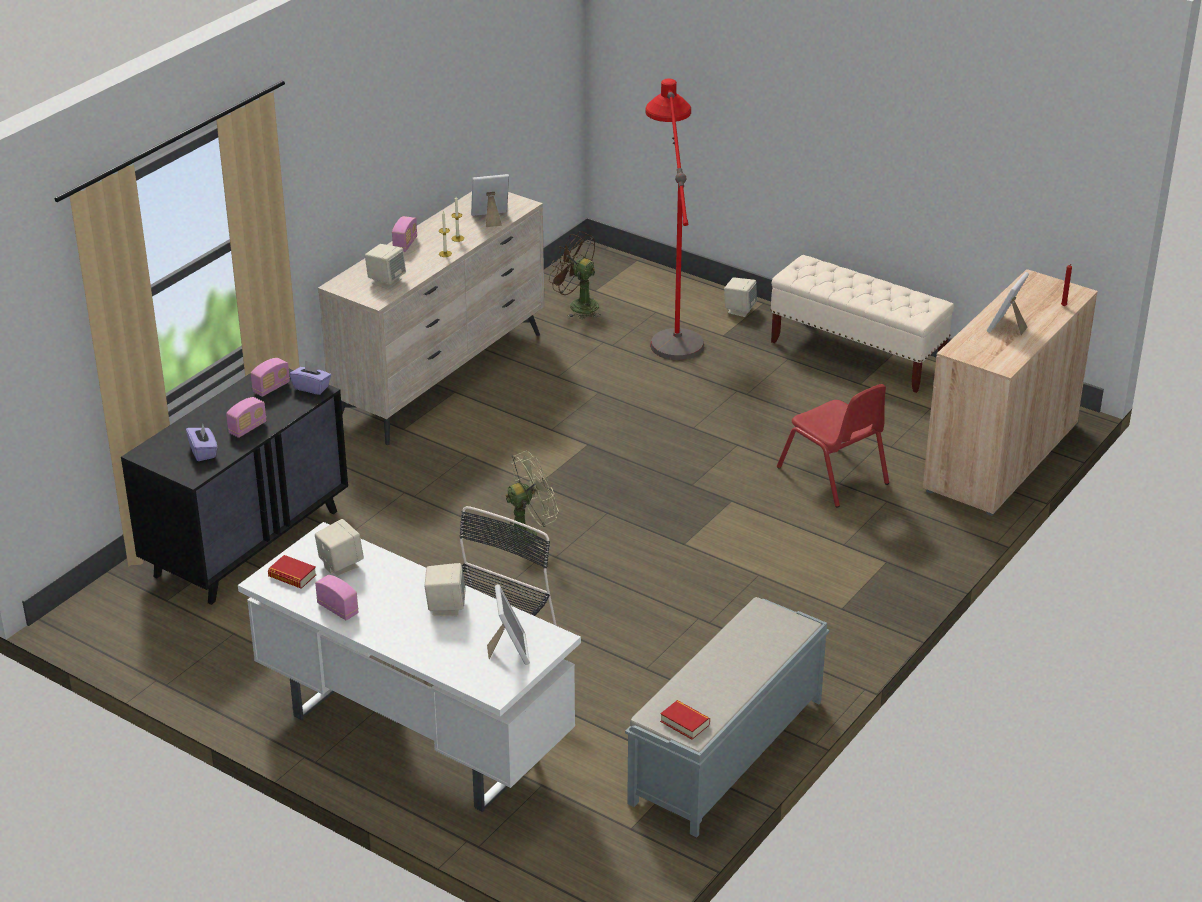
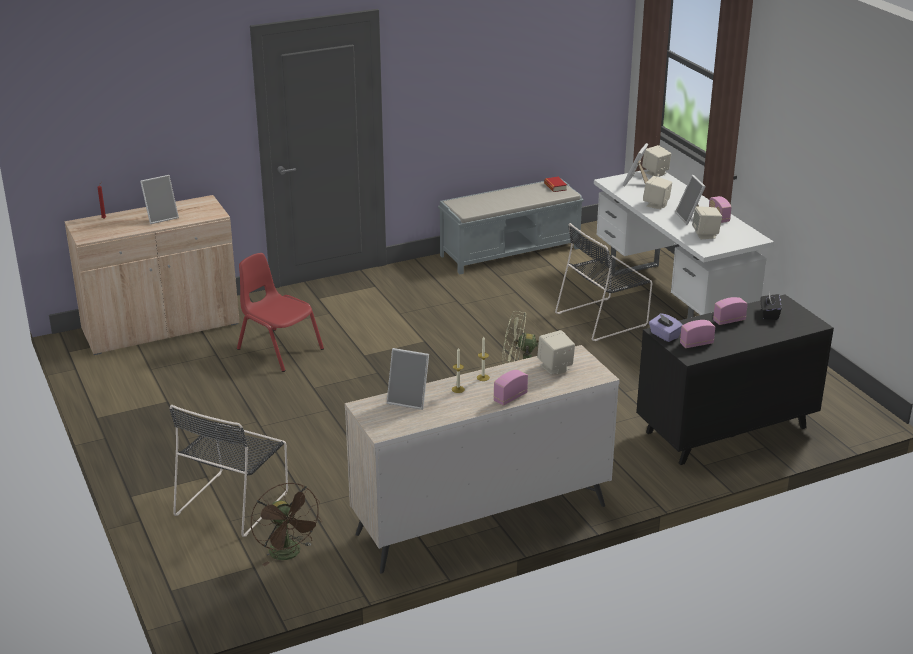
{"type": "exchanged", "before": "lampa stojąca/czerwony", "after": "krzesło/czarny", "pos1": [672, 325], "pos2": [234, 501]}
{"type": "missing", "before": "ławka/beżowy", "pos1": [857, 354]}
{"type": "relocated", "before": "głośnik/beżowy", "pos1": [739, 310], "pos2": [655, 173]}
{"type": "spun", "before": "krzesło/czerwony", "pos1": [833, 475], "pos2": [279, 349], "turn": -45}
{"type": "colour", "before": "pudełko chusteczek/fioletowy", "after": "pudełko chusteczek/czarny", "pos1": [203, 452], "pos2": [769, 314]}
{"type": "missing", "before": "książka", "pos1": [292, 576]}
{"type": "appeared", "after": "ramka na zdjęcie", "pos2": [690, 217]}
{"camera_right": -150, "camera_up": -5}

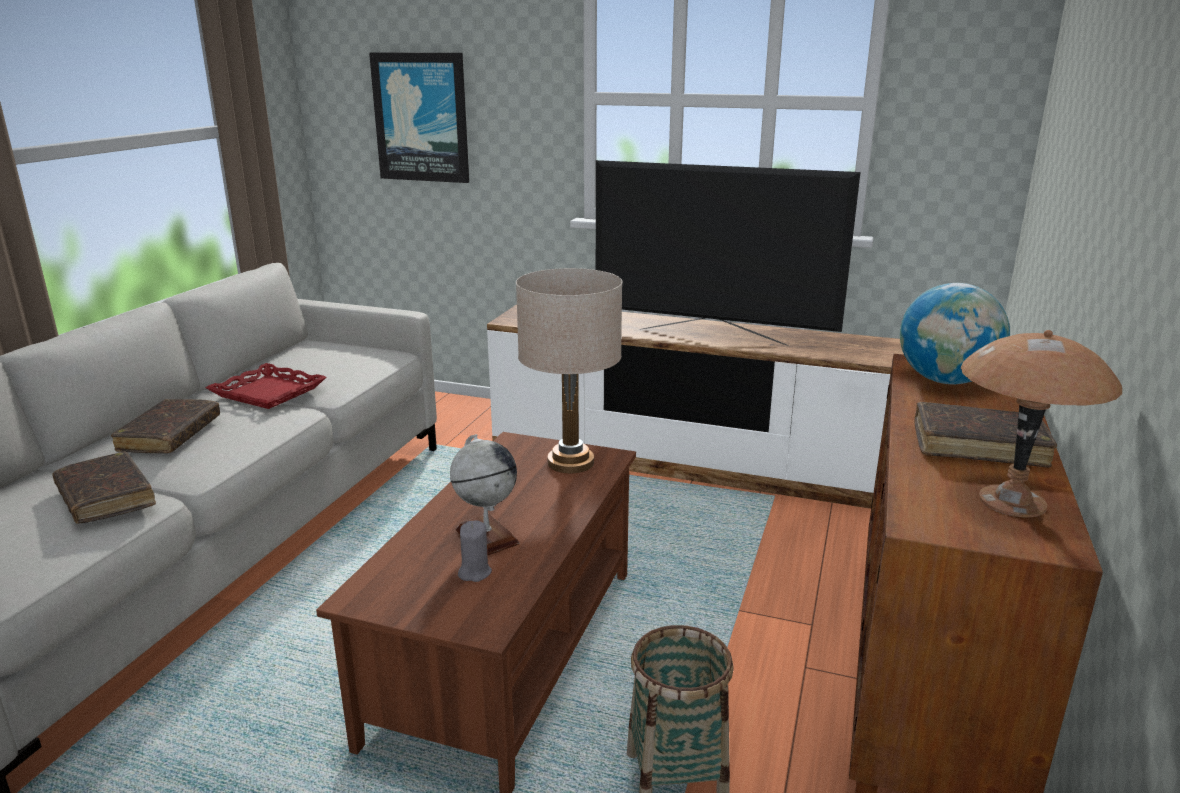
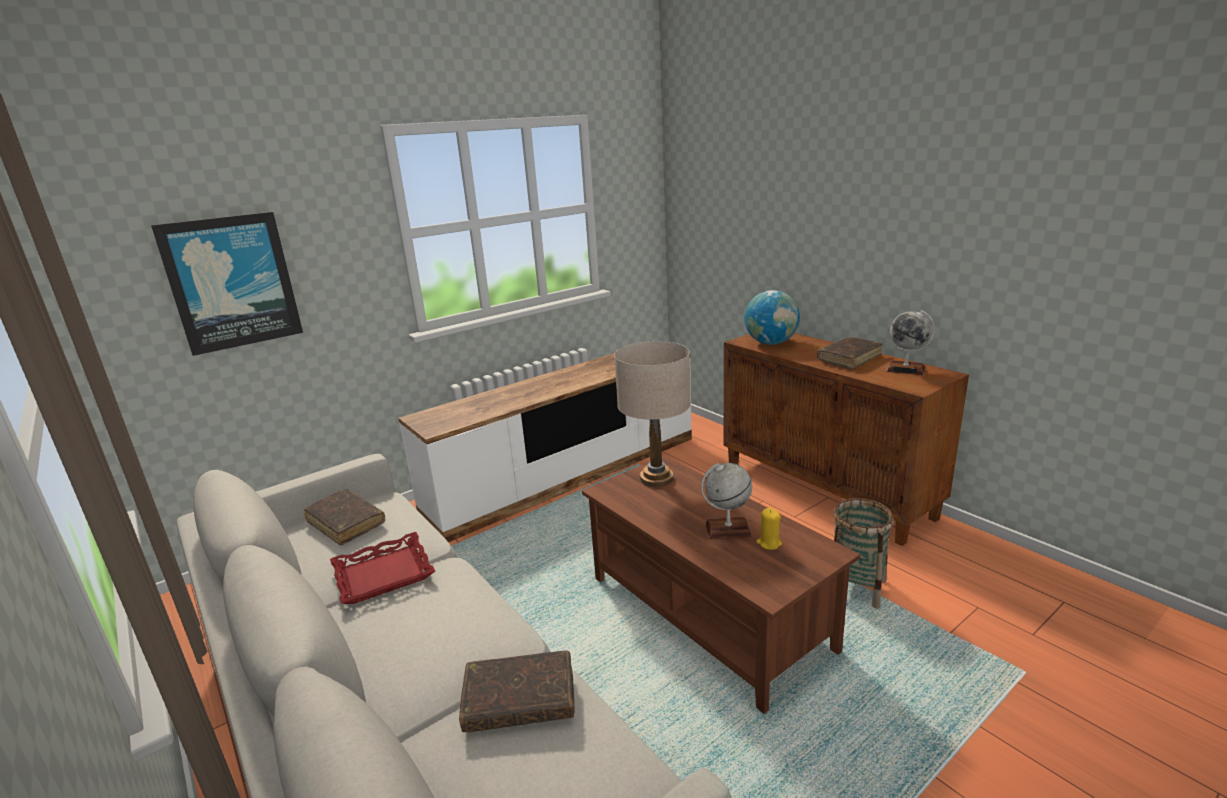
{"type": "missing", "before": "telewizor", "pos1": [712, 336]}
{"type": "exchanged", "before": "lampa stołowa/brązowy", "after": "globus", "pos1": [1011, 502], "pos2": [906, 369]}
{"type": "relocated", "before": "książka/brązowy", "pos1": [170, 435], "pos2": [346, 523]}
{"type": "colour", "before": "świeca/szary", "after": "świeca/żółty", "pos1": [474, 572], "pos2": [769, 543]}
{"camera_right": -55, "camera_up": 0}

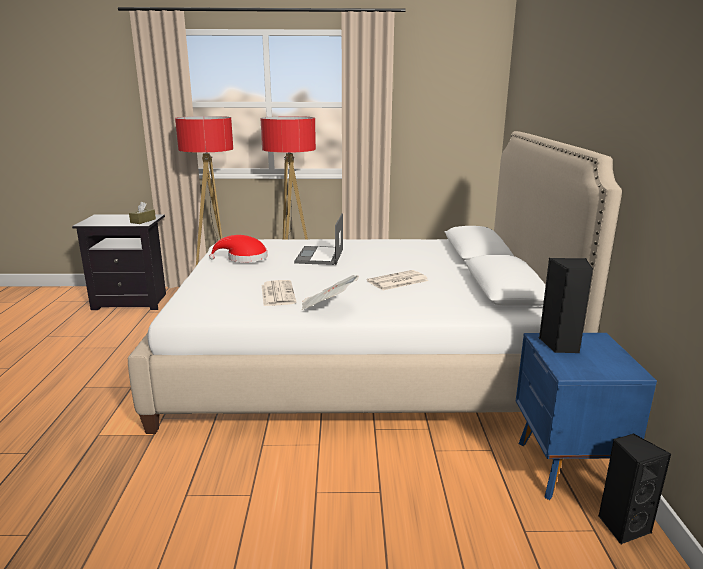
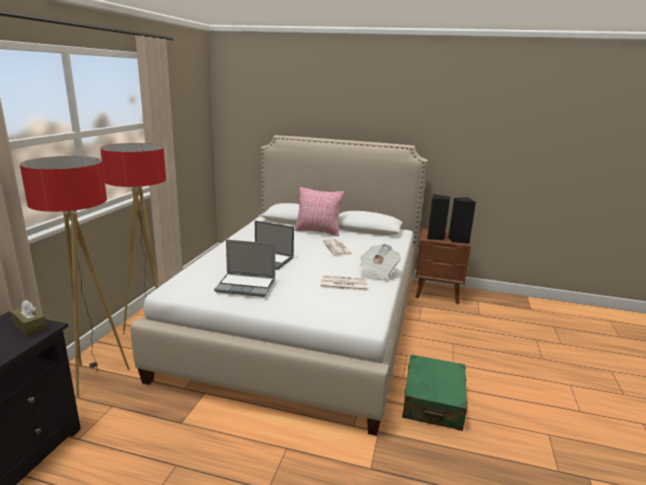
{"type": "exchanged", "before": "kapelusz/czerwony", "after": "laptop", "pos1": [244, 258], "pos2": [246, 286]}
{"type": "colour", "before": "szafka nocna/niebieski", "after": "szafka nocna/brązowy", "pos1": [567, 469], "pos2": [438, 293]}
{"type": "relocated", "before": "głośnik/czarny", "pos1": [622, 526], "pos2": [458, 240]}
{"type": "appeared", "after": "poduszka/różowy", "pos2": [318, 231]}
{"type": "appeared", "after": "walizka/zielony", "pos2": [433, 401]}
{"camera_right": -75, "camera_up": 0}

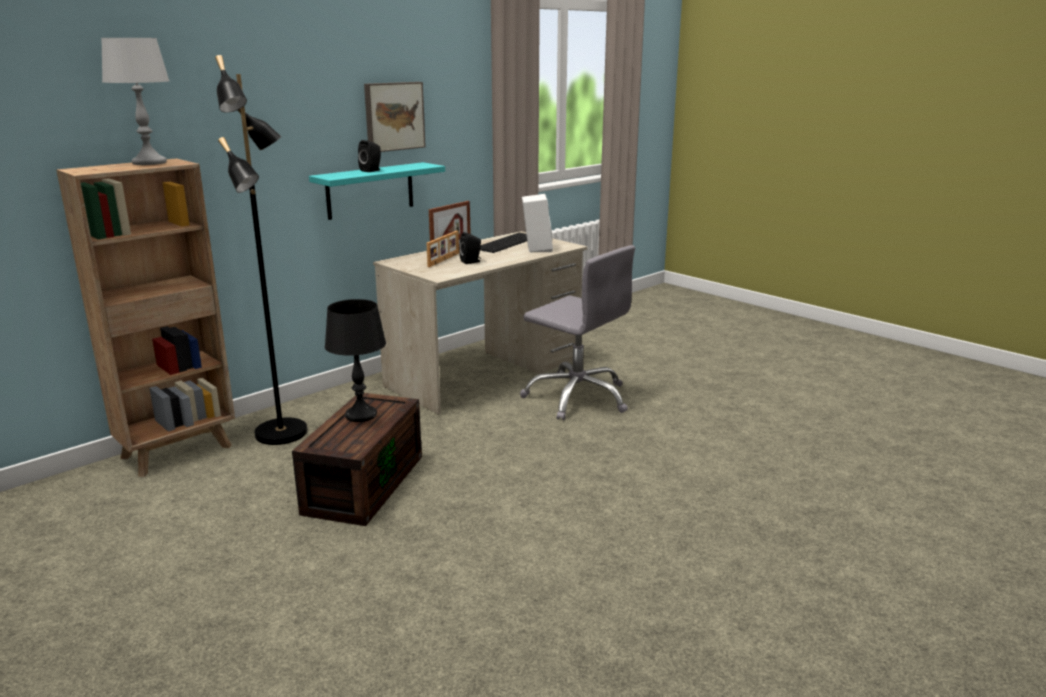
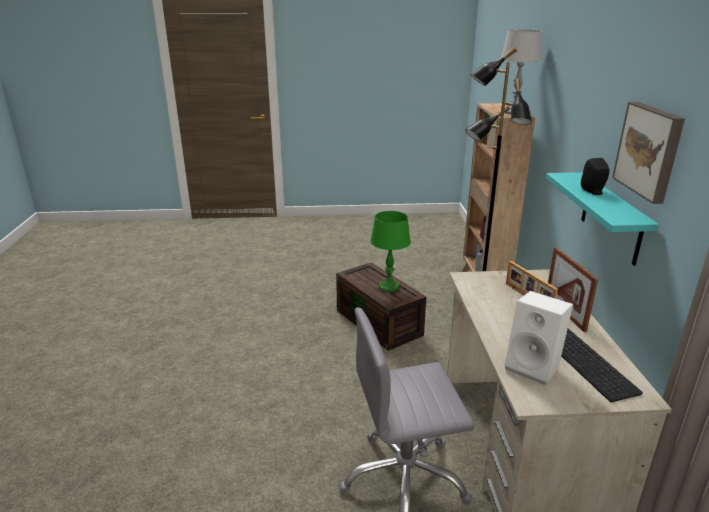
{"type": "missing", "before": "głośnik/czarny", "pos1": [471, 262]}
{"type": "colour", "before": "lampa stołowa/czarny", "after": "lampa stołowa/zielony", "pos1": [361, 415], "pos2": [388, 287]}
{"camera_right": 130, "camera_up": 5}

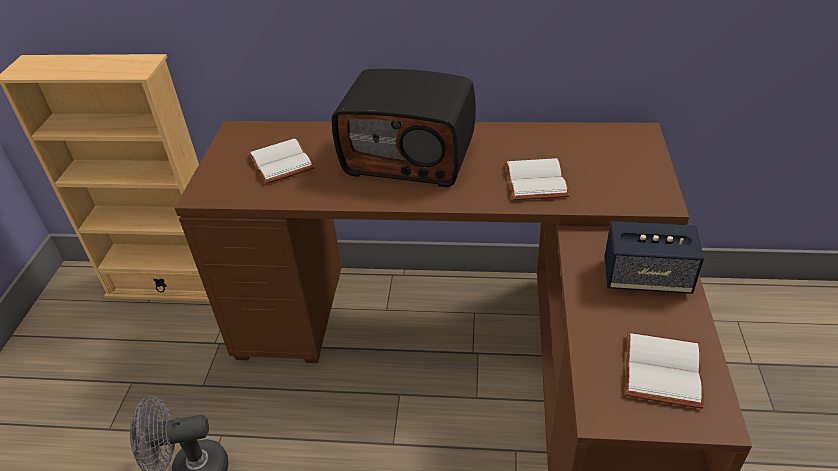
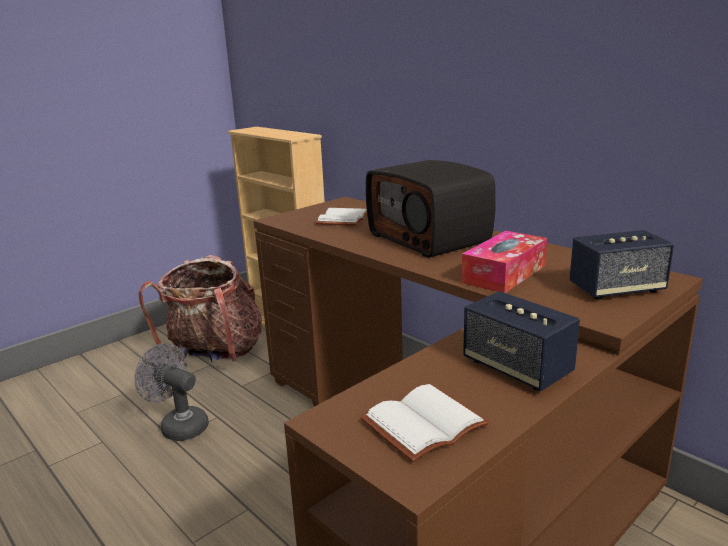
{"type": "exchanged", "before": "książka/biały", "after": "pudełko chusteczek", "pos1": [533, 180], "pos2": [504, 274]}
{"type": "appeared", "after": "głośnik", "pos2": [616, 289]}
{"type": "appeared", "after": "plecak", "pos2": [215, 354]}
{"camera_right": 40, "camera_up": -20}

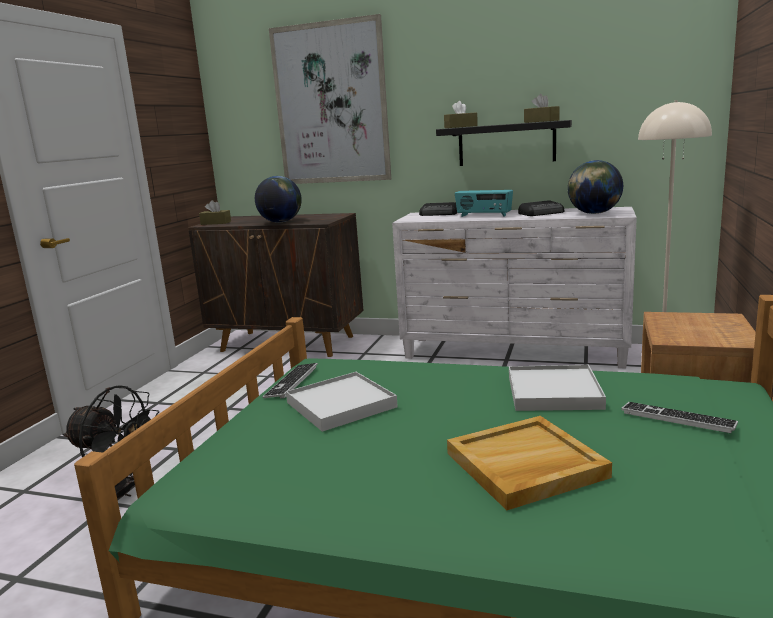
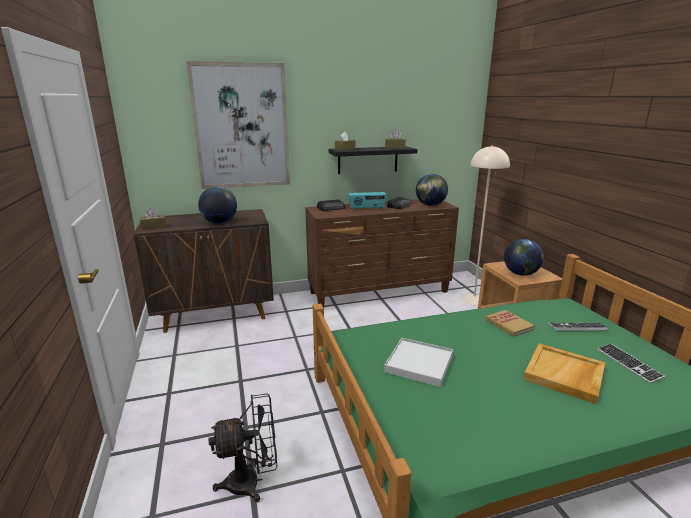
{"type": "colour", "before": "komoda/biały", "after": "komoda/brązowy", "pos1": [514, 353], "pos2": [380, 292]}
{"type": "relocated", "before": "klawiatura", "pos1": [291, 382], "pos2": [628, 363]}
{"type": "exchanged", "before": "taca/biały", "after": "książka", "pos1": [554, 392], "pos2": [509, 324]}
{"type": "appeared", "after": "globus", "pos2": [521, 274]}
{"camera_right": -35, "camera_up": 5}

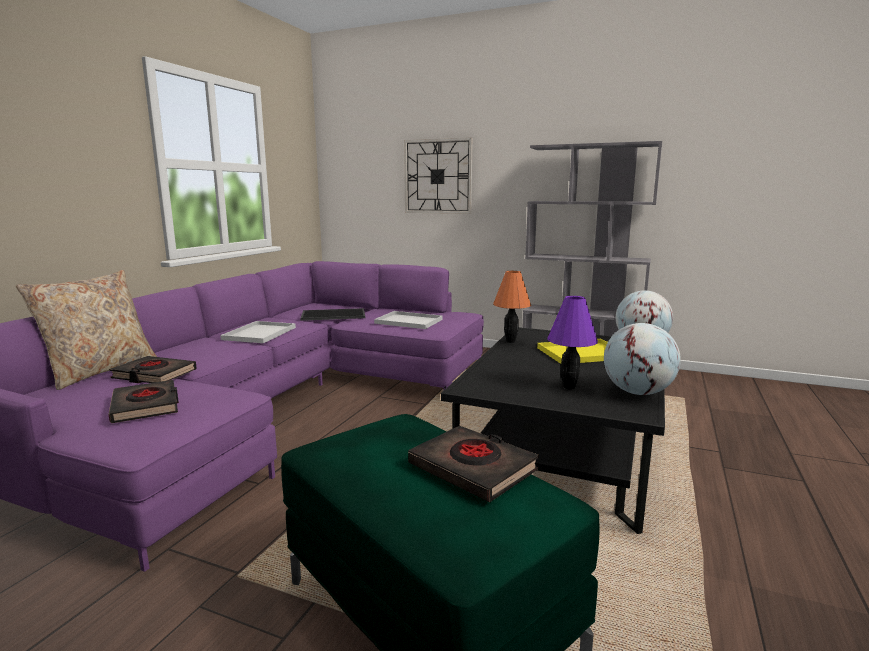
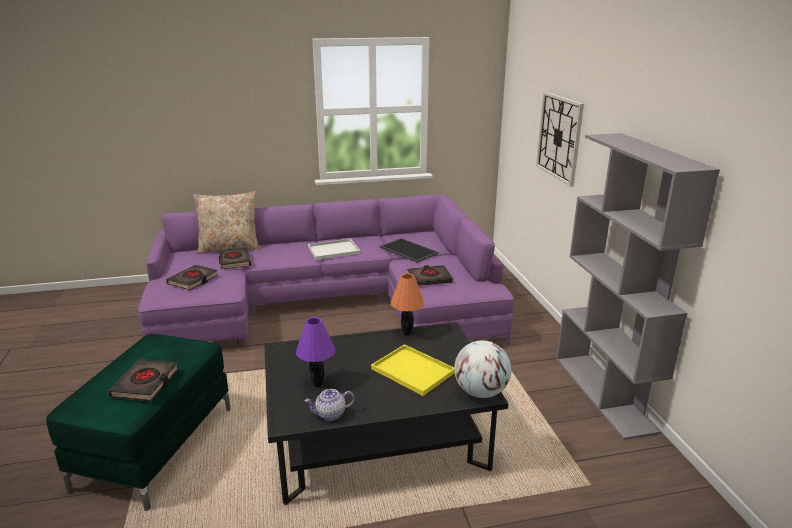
{"type": "exchanged", "before": "taca/biały", "after": "książka/czarny", "pos1": [407, 321], "pos2": [429, 279]}
{"type": "exchanged", "before": "globus", "after": "imbryk", "pos1": [638, 392], "pos2": [330, 414]}
{"camera_right": 55, "camera_up": 10}

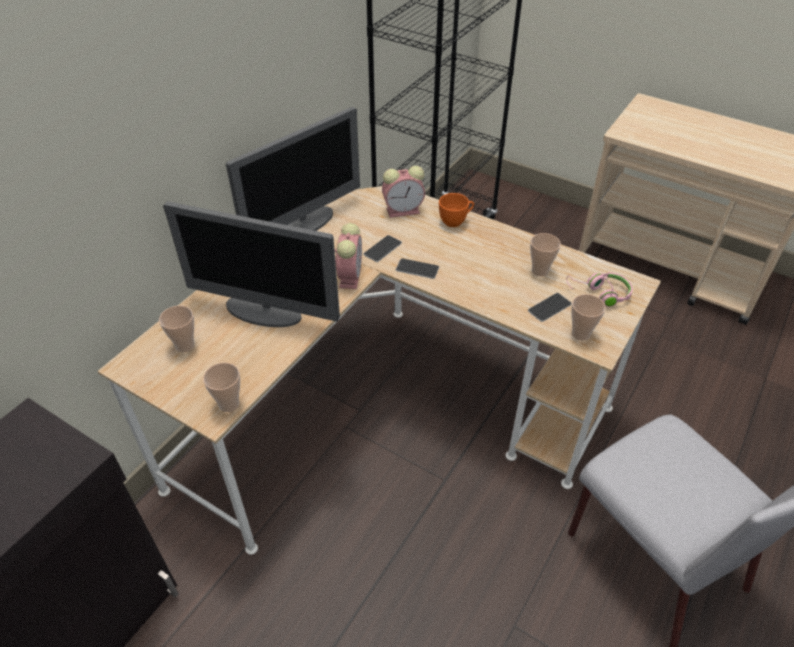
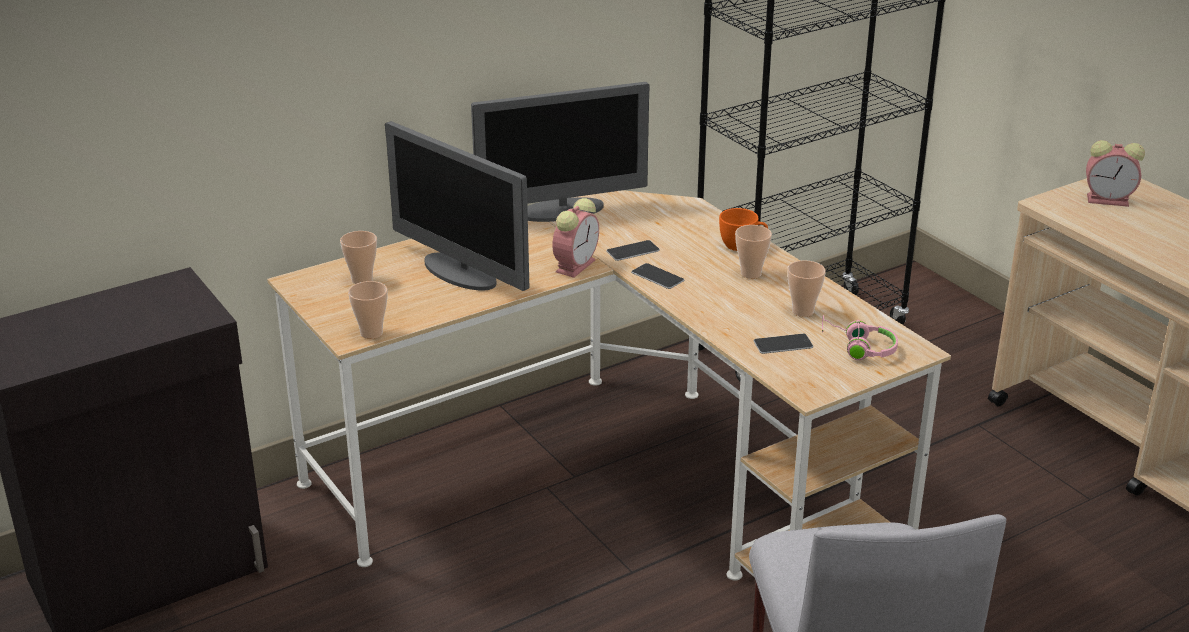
{"type": "relocated", "before": "budzik", "pos1": [404, 210], "pos2": [1109, 200]}
{"type": "relocated", "before": "filiżanka", "pos1": [580, 334], "pos2": [751, 273]}
{"camera_right": 25, "camera_up": -15}

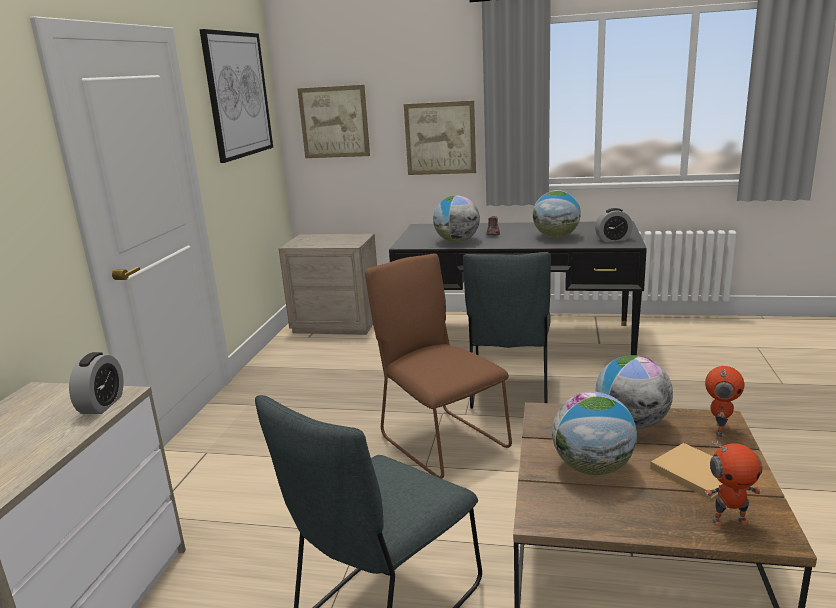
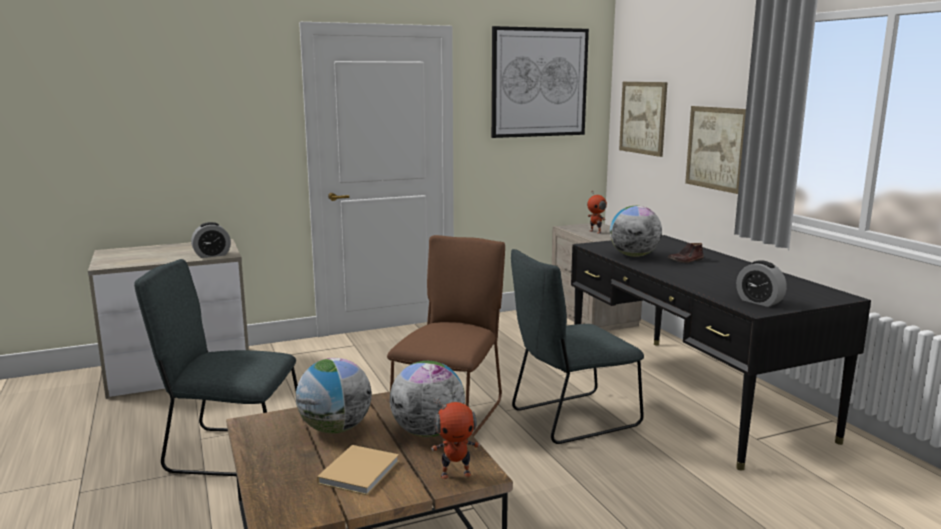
{"type": "missing", "before": "globus", "pos1": [556, 237]}
{"type": "relocated", "before": "robot zabawkowy", "pos1": [729, 520], "pos2": [596, 232]}
{"camera_right": 55, "camera_up": -5}

